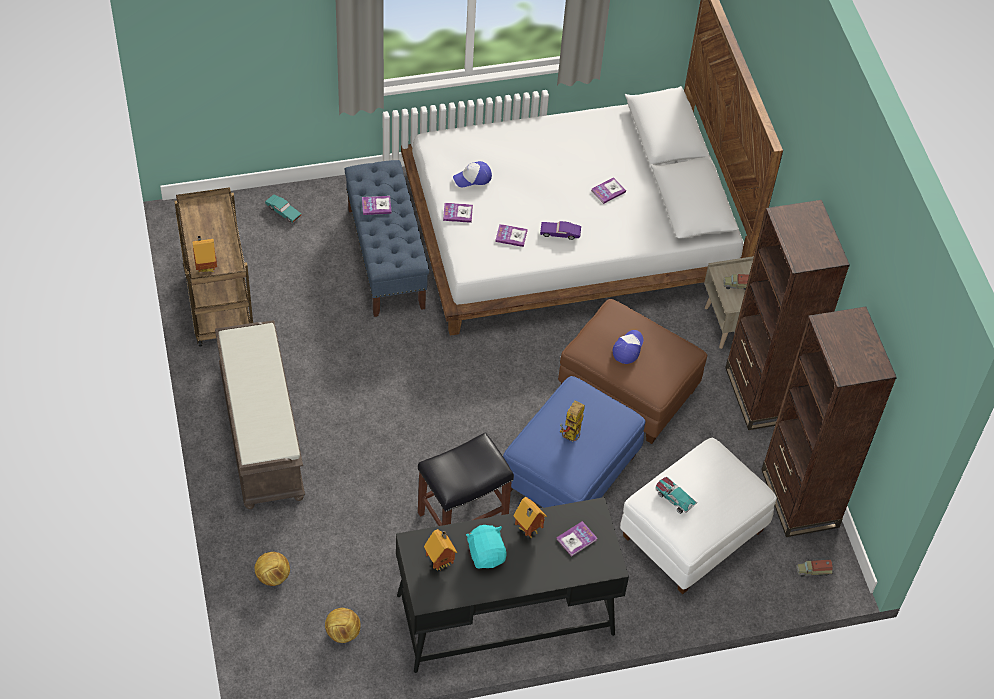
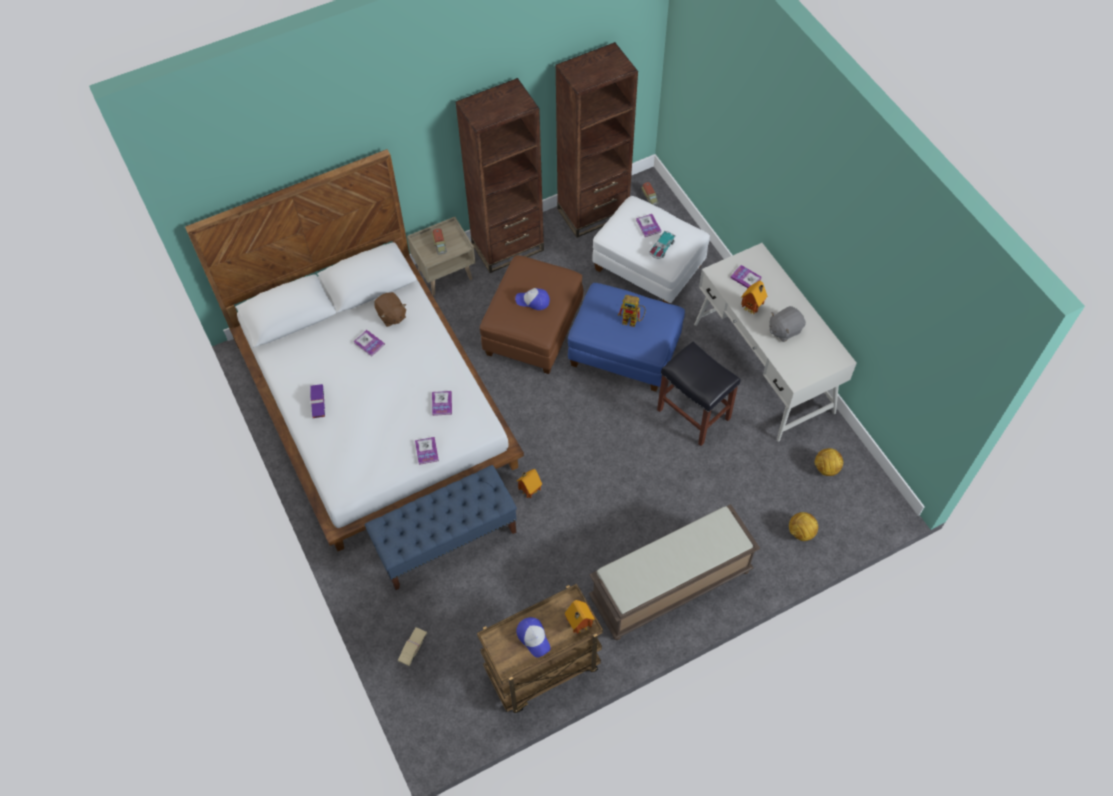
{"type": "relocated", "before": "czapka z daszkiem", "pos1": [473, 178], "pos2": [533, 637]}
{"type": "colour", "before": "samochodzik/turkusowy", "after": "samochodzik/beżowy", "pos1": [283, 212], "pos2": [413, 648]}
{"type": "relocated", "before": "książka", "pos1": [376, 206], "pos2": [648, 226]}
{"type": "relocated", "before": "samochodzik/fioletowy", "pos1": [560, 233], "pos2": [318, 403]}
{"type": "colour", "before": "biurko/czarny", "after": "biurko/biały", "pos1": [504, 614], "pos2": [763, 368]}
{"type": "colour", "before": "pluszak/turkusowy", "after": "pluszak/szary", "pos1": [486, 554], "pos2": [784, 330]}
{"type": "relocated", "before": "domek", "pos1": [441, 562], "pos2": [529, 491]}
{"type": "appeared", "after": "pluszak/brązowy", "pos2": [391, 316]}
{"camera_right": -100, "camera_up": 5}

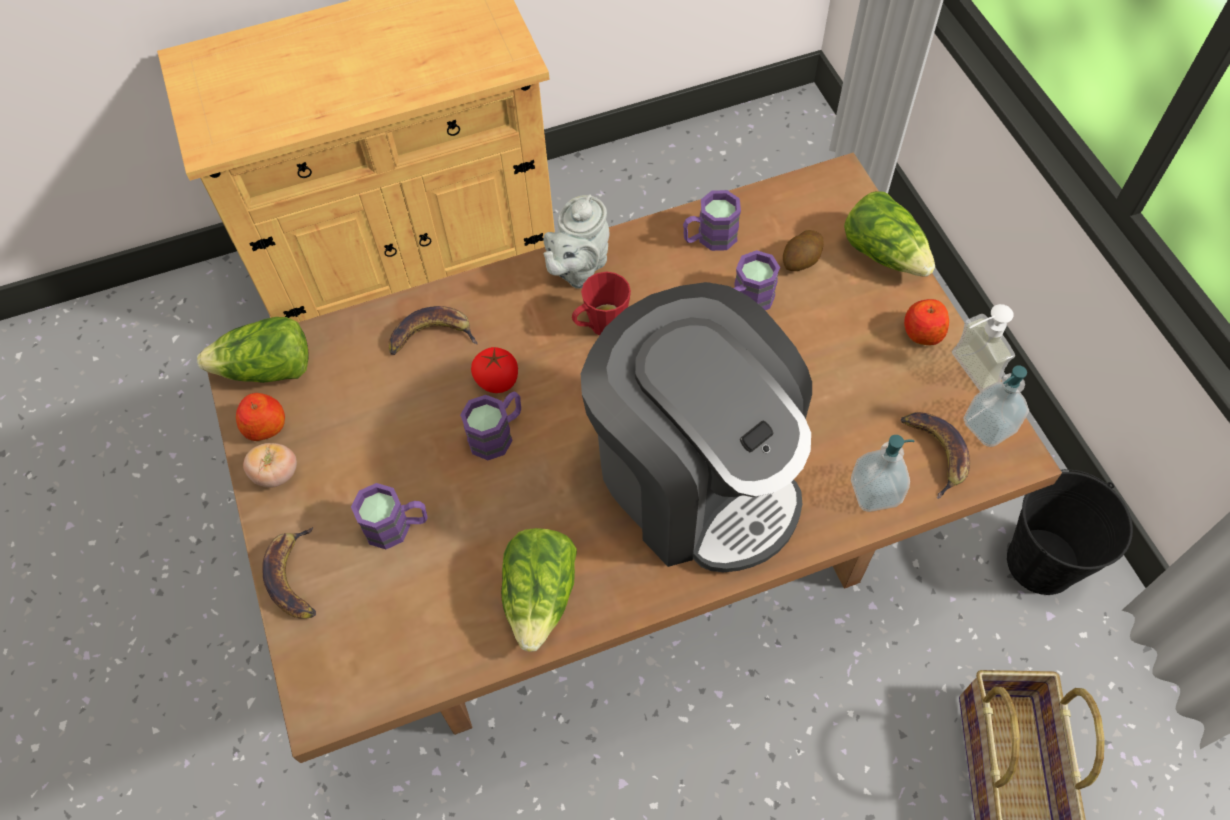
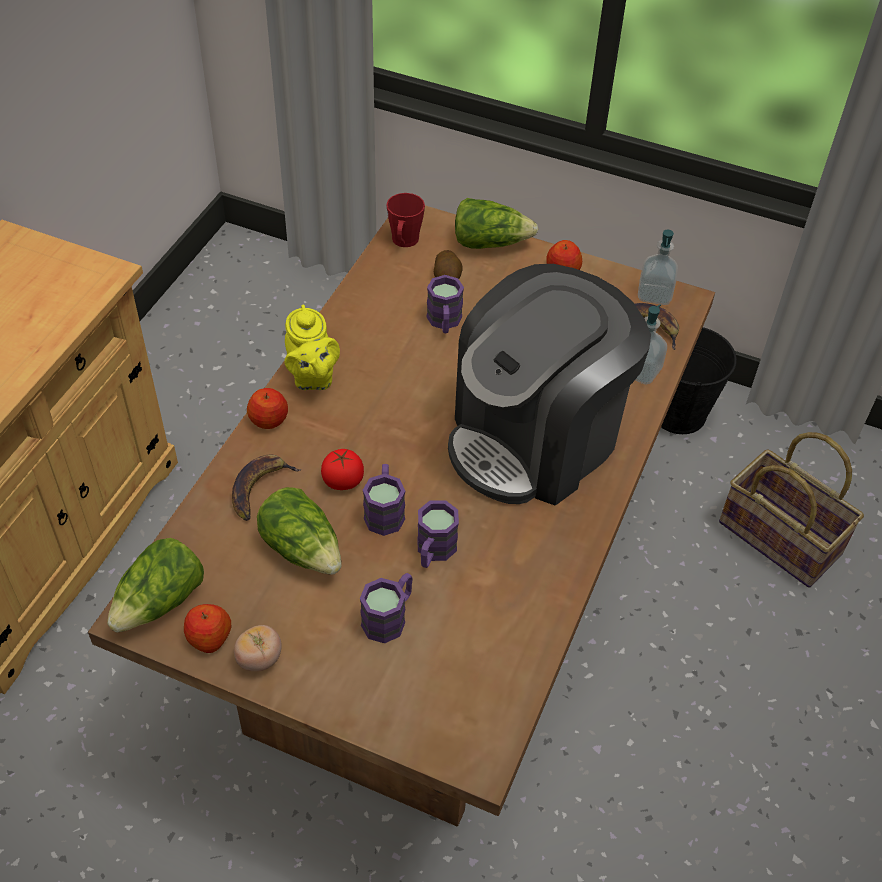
{"type": "relocated", "before": "kubek/fioletowy", "pos1": [709, 238], "pos2": [433, 551]}
{"type": "colour", "before": "imbryk/szary", "after": "imbryk/żółty", "pos1": [578, 269], "pos2": [312, 377]}
{"type": "relocated", "before": "kubek/czerwony", "pos1": [601, 326], "pos2": [404, 242]}
{"type": "spun", "before": "ekspres do kawy", "pos1": [696, 476], "pos2": [536, 438], "turn": 135}
{"type": "missing", "before": "dozownik mydła", "pos1": [964, 373]}
{"type": "missing", "before": "banan", "pos1": [293, 577]}
{"type": "relocated", "before": "sałata", "pos1": [541, 596], "pos2": [303, 548]}
{"type": "appeared", "after": "jabłko", "pos2": [269, 419]}
{"camera_right": -50, "camera_up": -10}

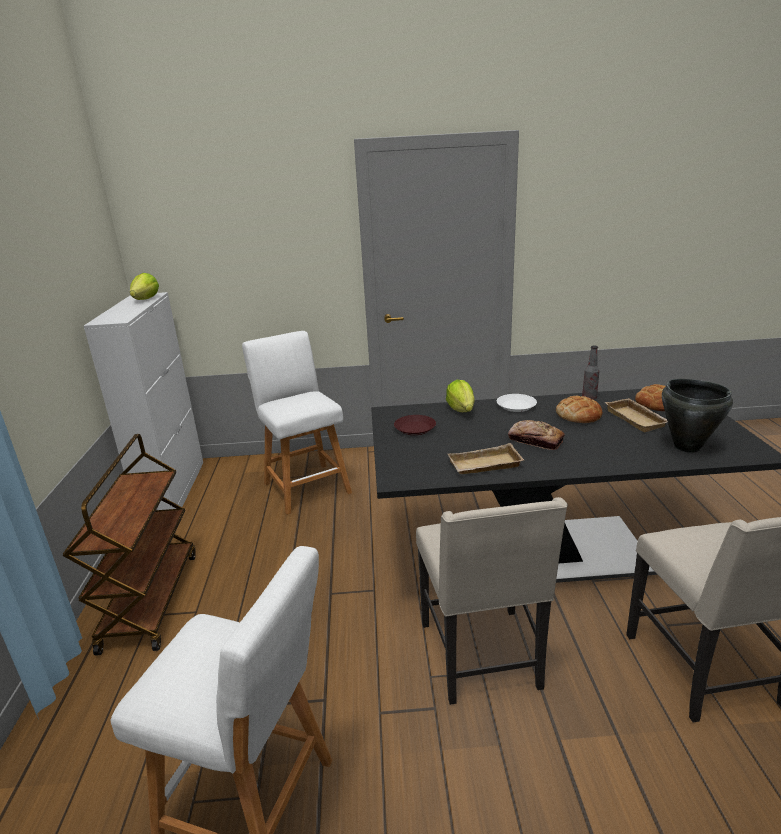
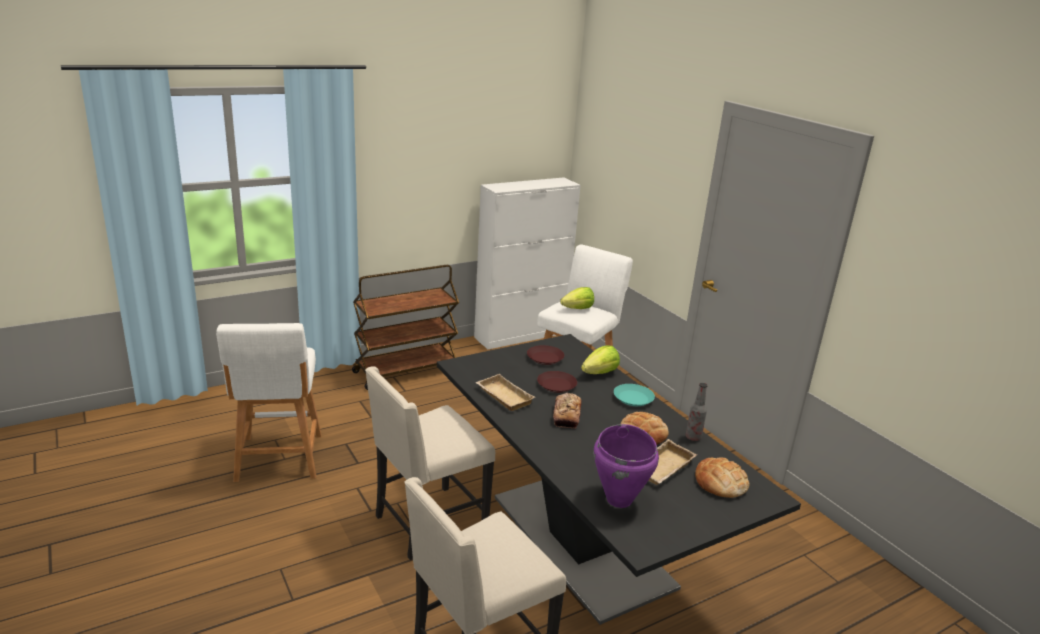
{"type": "relocated", "before": "sałata", "pos1": [145, 299], "pos2": [578, 309]}
{"type": "colour", "before": "garnek/czarny", "after": "garnek/fioletowy", "pos1": [686, 446], "pos2": [619, 499]}
{"type": "colour", "before": "talerz/biały", "after": "talerz/turkusowy", "pos1": [516, 406], "pos2": [633, 398]}
{"type": "appeared", "after": "talerz/brązowy", "pos2": [556, 385]}
{"camera_right": 60, "camera_up": 0}

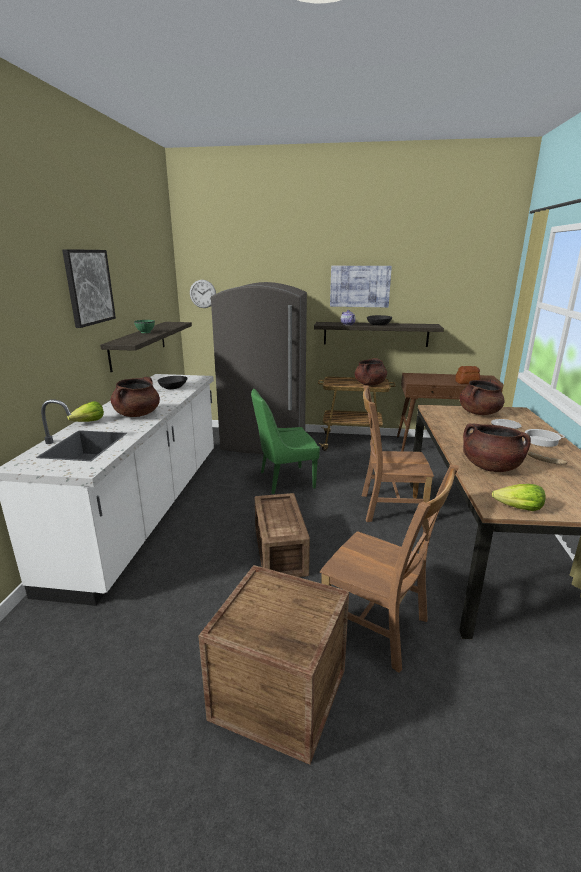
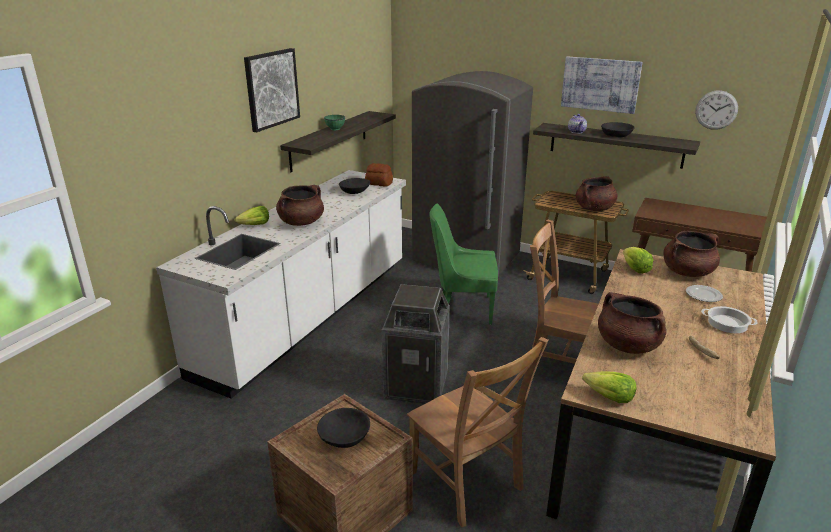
{"type": "relocated", "before": "zegar ścienny", "pos1": [203, 294], "pos2": [716, 110]}
{"type": "relocated", "before": "chleb", "pos1": [466, 382], "pos2": [379, 183]}
{"type": "exchanged", "before": "skrzynka", "after": "kosz na śmieci", "pos1": [281, 550], "pos2": [417, 385]}
{"type": "appeared", "after": "sałata", "pos2": [635, 269]}
{"type": "appeared", "after": "miska/czarny", "pos2": [344, 437]}
{"camera_right": 20, "camera_up": 5}

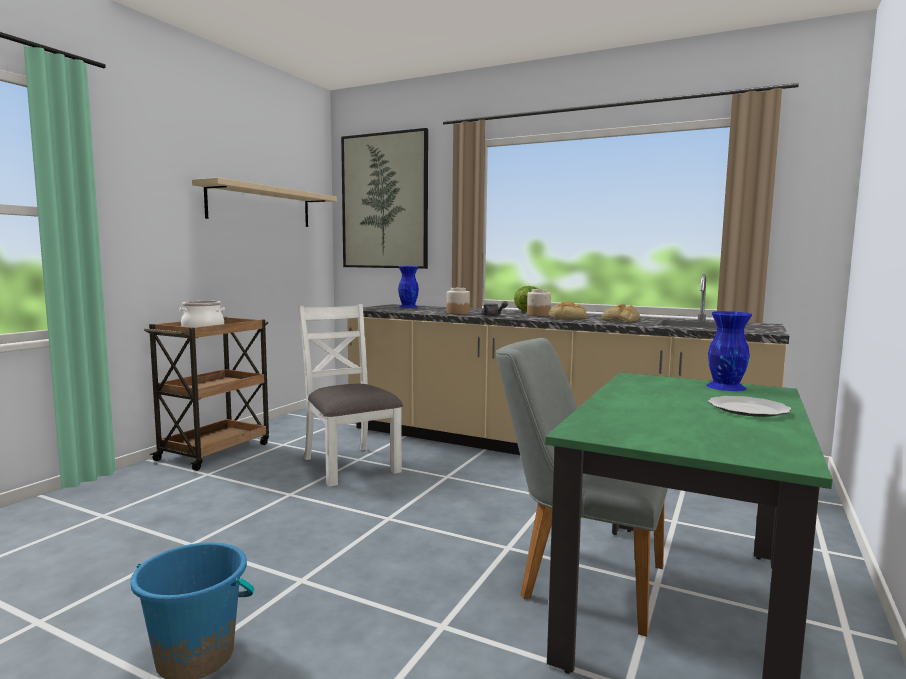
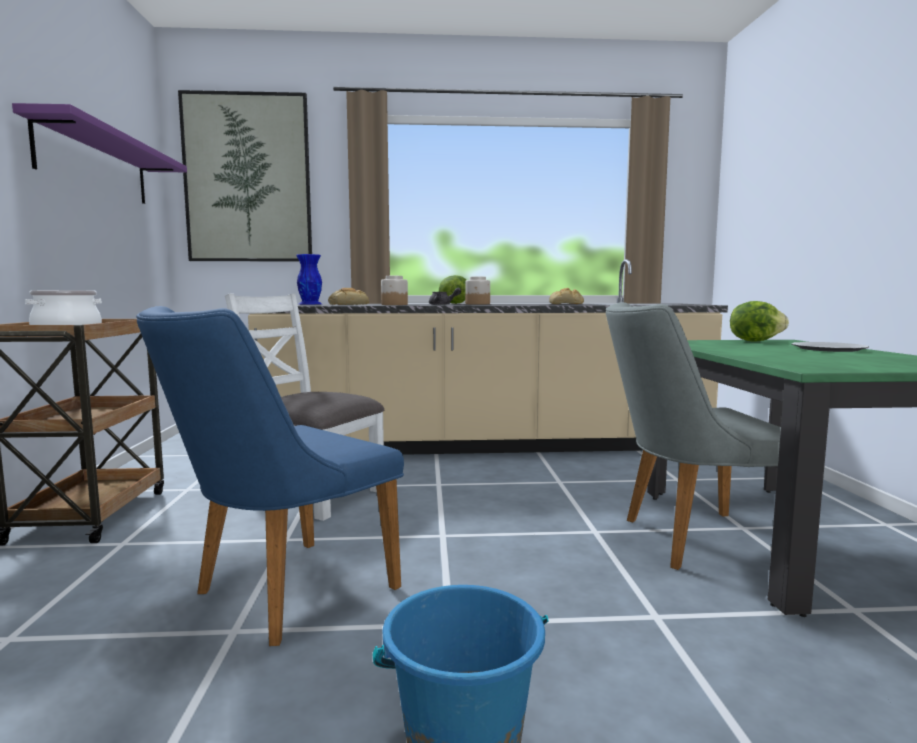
{"type": "colour", "before": "półka/beżowy", "after": "półka/fioletowy", "pos1": [261, 206], "pos2": [95, 164]}
{"type": "relocated", "before": "chleb", "pos1": [567, 318], "pos2": [348, 304]}
{"type": "exchanged", "before": "wazon/niebieski", "after": "sałata", "pos1": [726, 386], "pos2": [755, 341]}
{"type": "appeared", "after": "krzesło/niebieski", "pos2": [280, 595]}
{"camera_right": -30, "camera_up": 0}

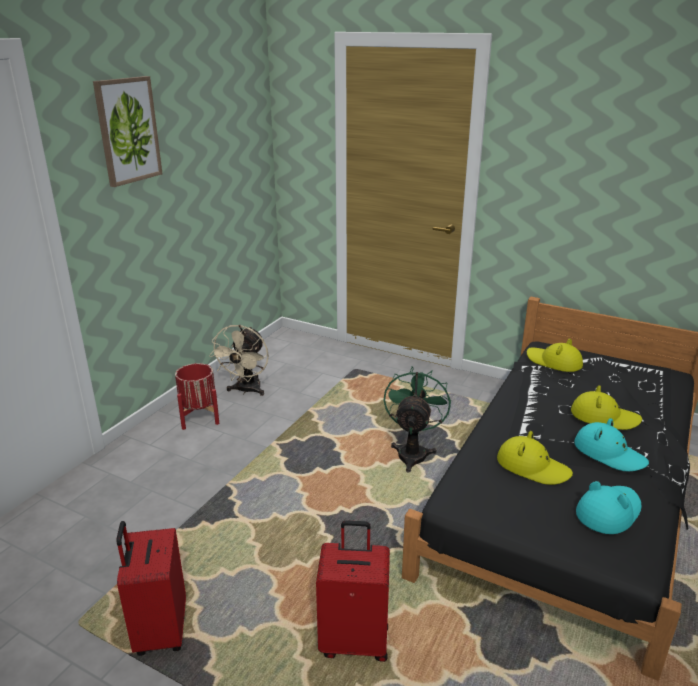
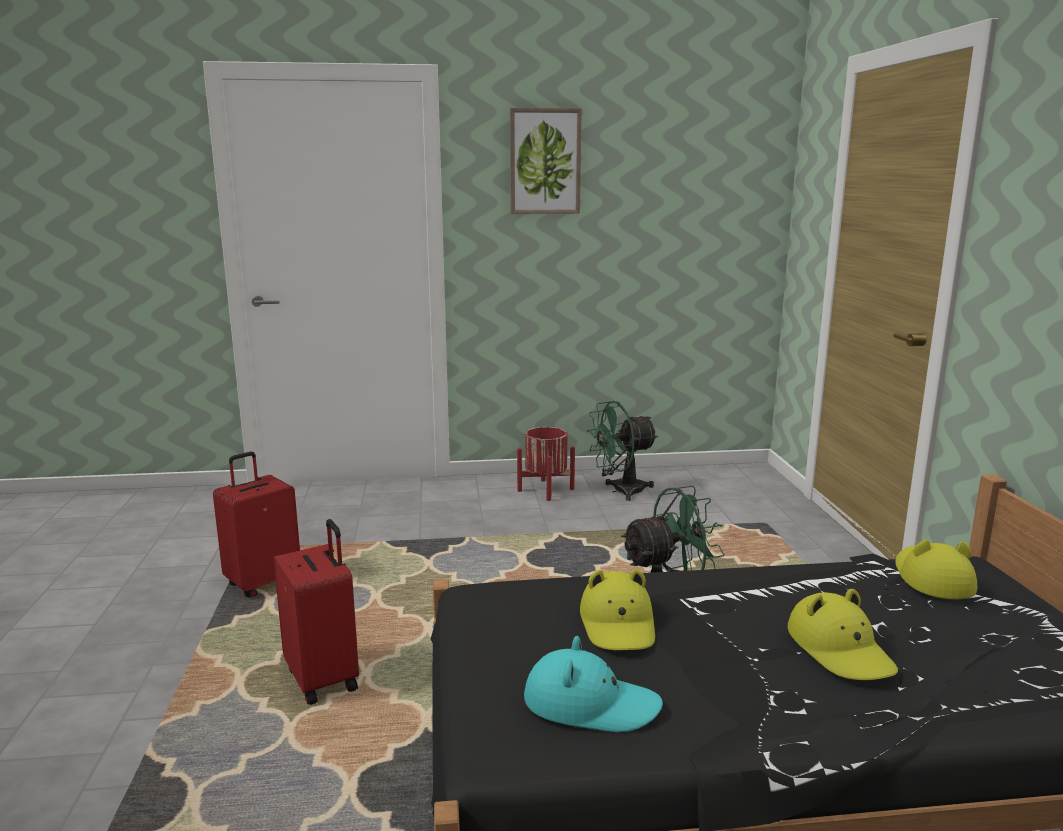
{"type": "colour", "before": "wentylator/beżowy", "after": "wentylator/zielony", "pos1": [246, 391], "pos2": [620, 491]}
{"type": "missing", "before": "kapelusz/turkusowy", "pos1": [609, 453]}
{"camera_right": 55, "camera_up": -10}

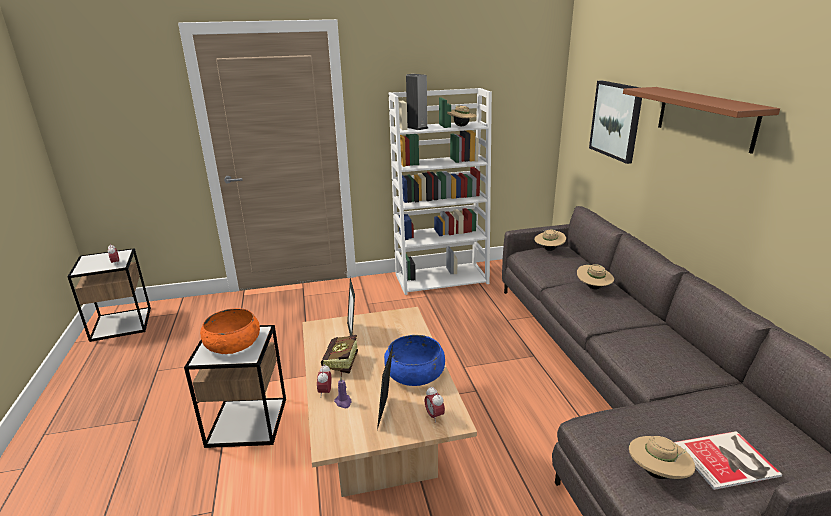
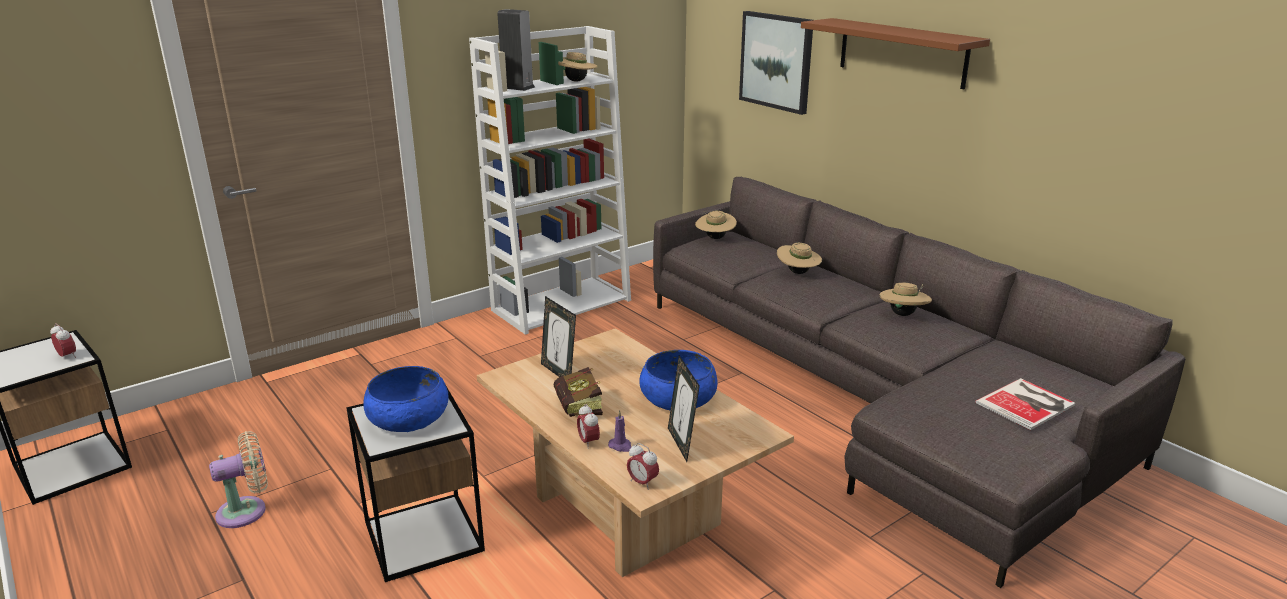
{"type": "colour", "before": "miska/pomarańczowy", "after": "miska/niebieski", "pos1": [233, 343], "pos2": [408, 417]}
{"type": "relocated", "before": "budzik", "pos1": [434, 416], "pos2": [642, 483]}
{"type": "relocated", "before": "kapelusz/beżowy", "pos1": [657, 473], "pos2": [903, 314]}
{"type": "appeared", "after": "wentylator/beżowy", "pos2": [247, 511]}
{"camera_right": -25, "camera_up": 0}

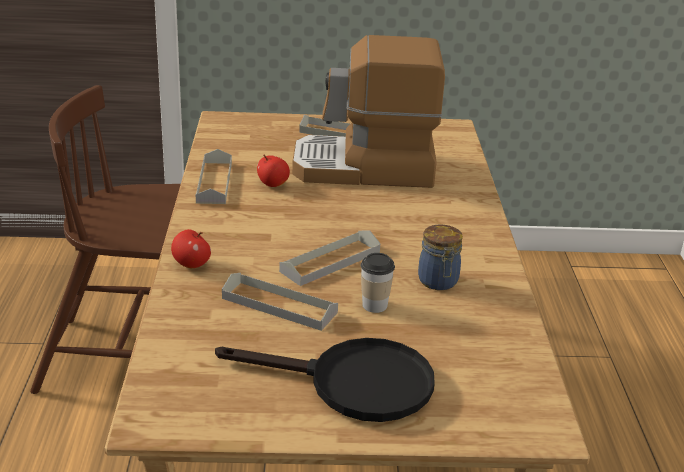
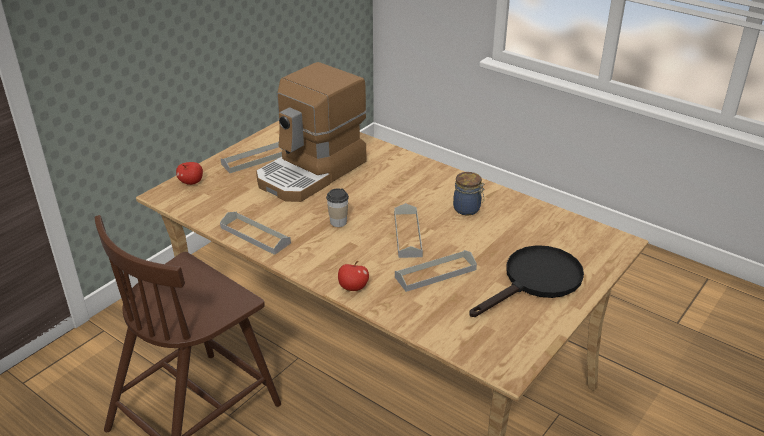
{"type": "relocated", "before": "jabłko", "pos1": [273, 184], "pos2": [191, 182]}
{"type": "relocated", "before": "filiżanka", "pos1": [374, 305], "pos2": [338, 222]}
{"camera_right": -50, "camera_up": 5}

